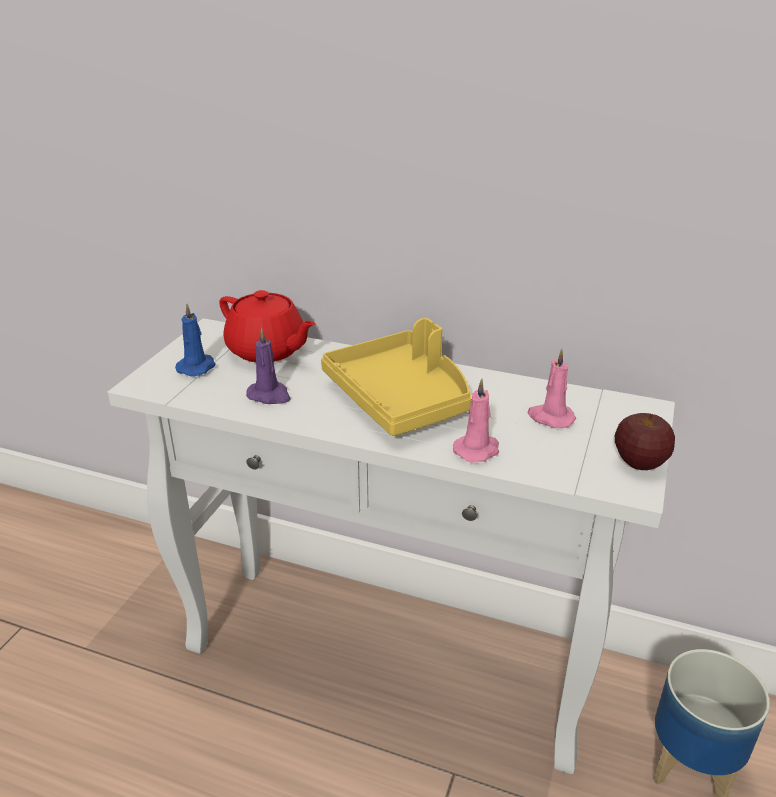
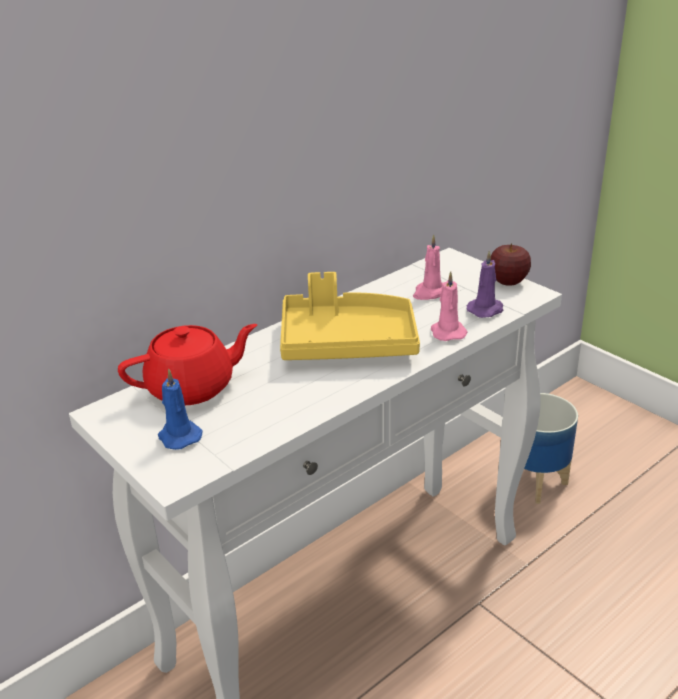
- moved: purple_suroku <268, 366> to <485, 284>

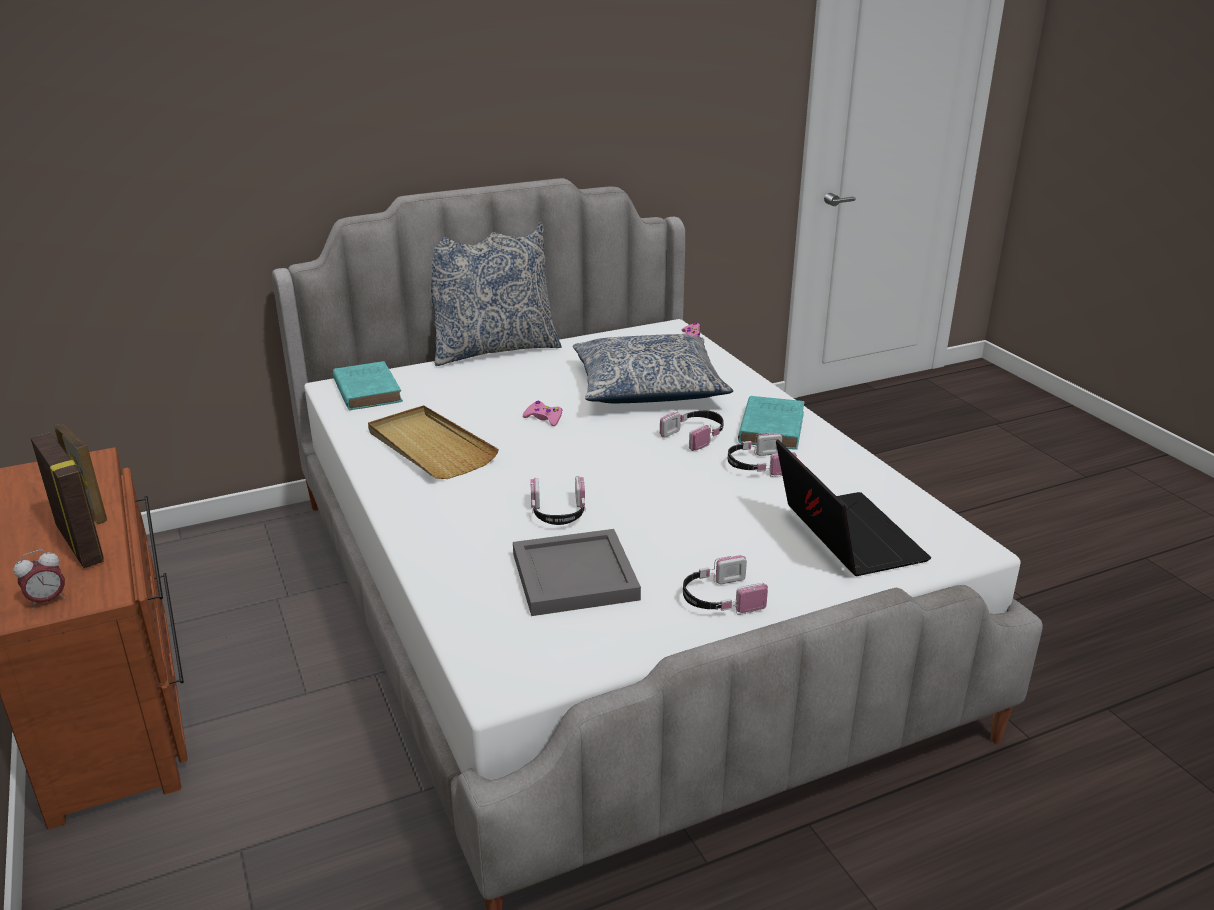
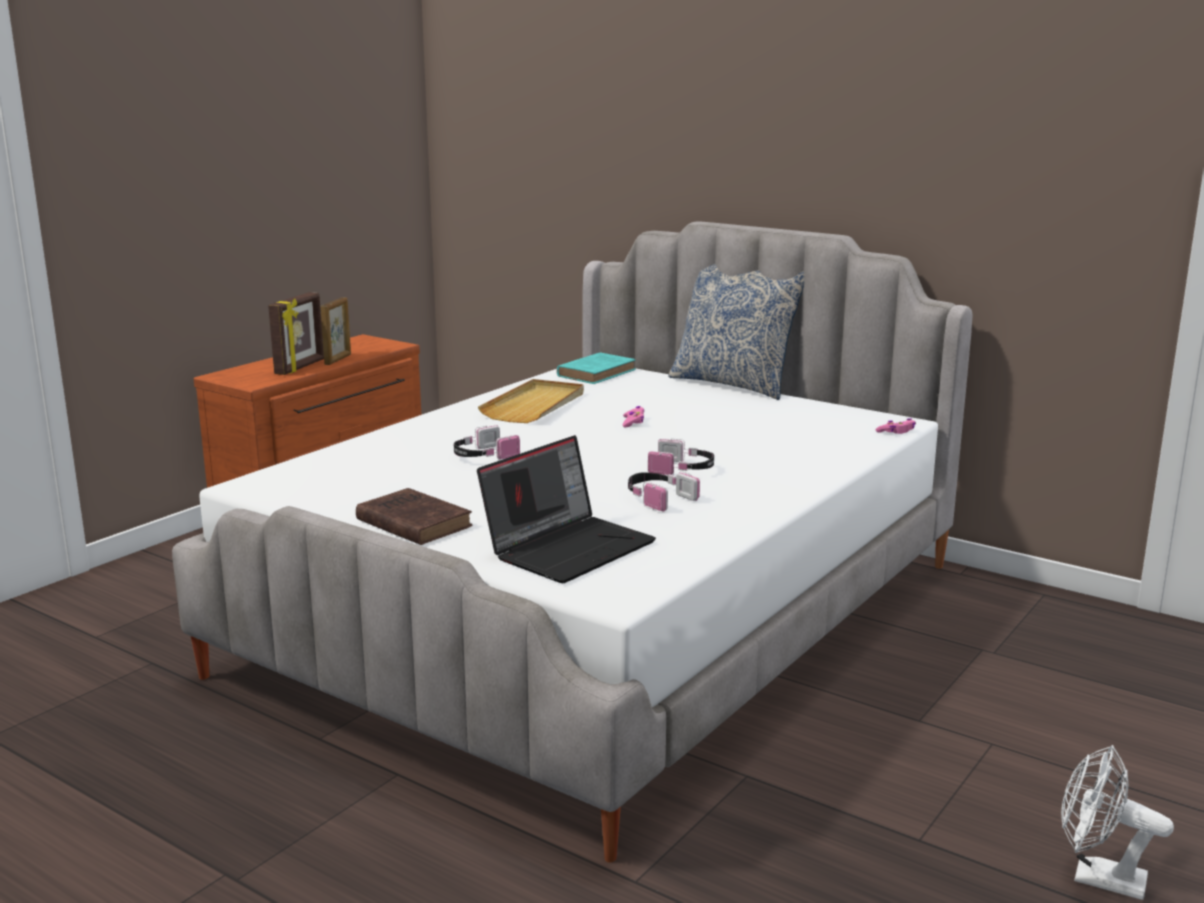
- removed: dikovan <39, 579>
- removed: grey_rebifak <577, 572>
- removed: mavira <653, 368>
- replaced: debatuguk <725, 585> to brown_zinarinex <414, 516>
- removed: turquoise_zinarinex <771, 423>
- added: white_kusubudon <1117, 822>

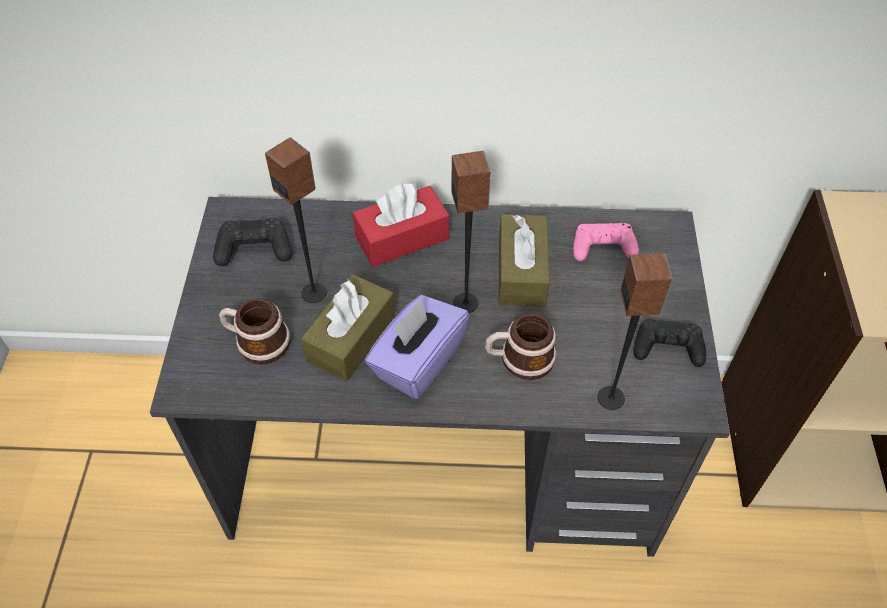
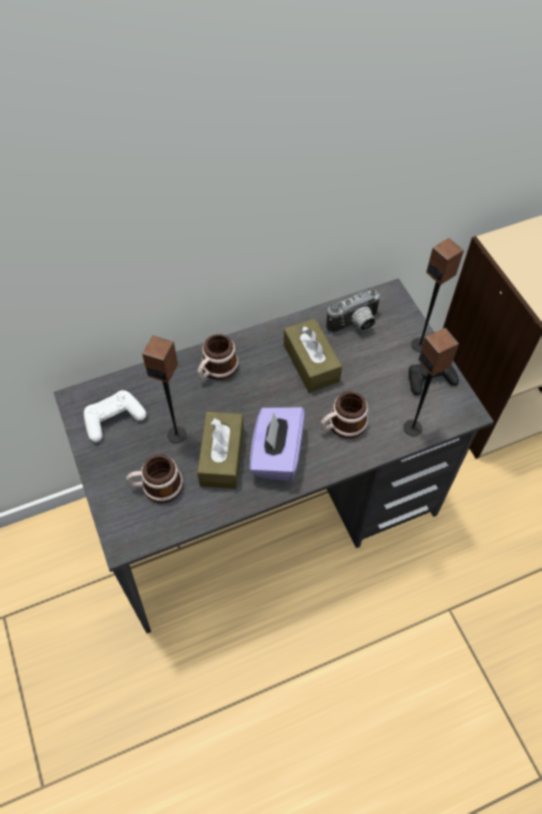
- recoloured: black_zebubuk <252, 241> to white_zebubuk <115, 416>
- replaced: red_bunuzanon <400, 225> to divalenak <218, 357>
- moved: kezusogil <471, 232> to <437, 295>
- replaced: pink_zebubuk <606, 242> to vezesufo <353, 311>

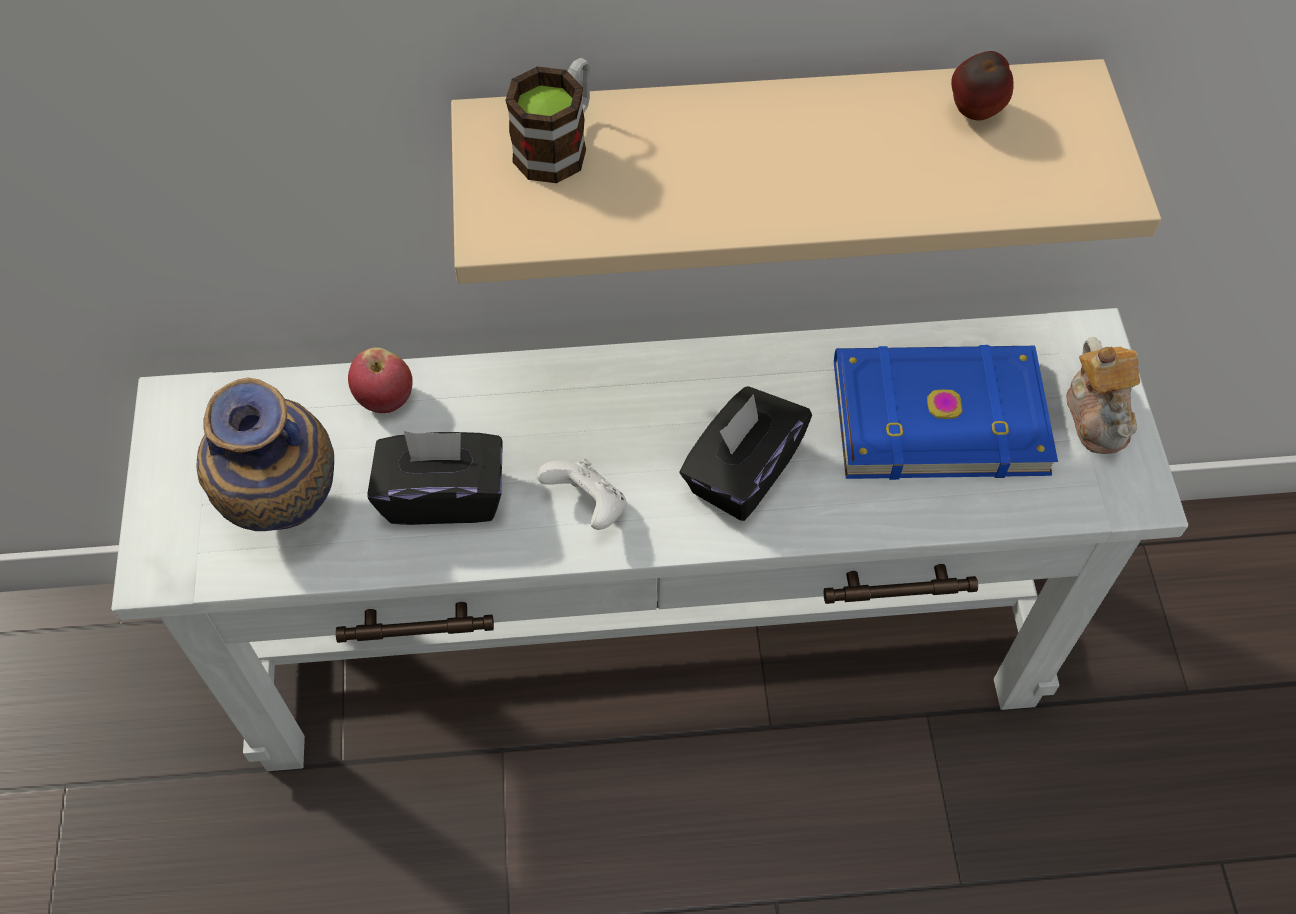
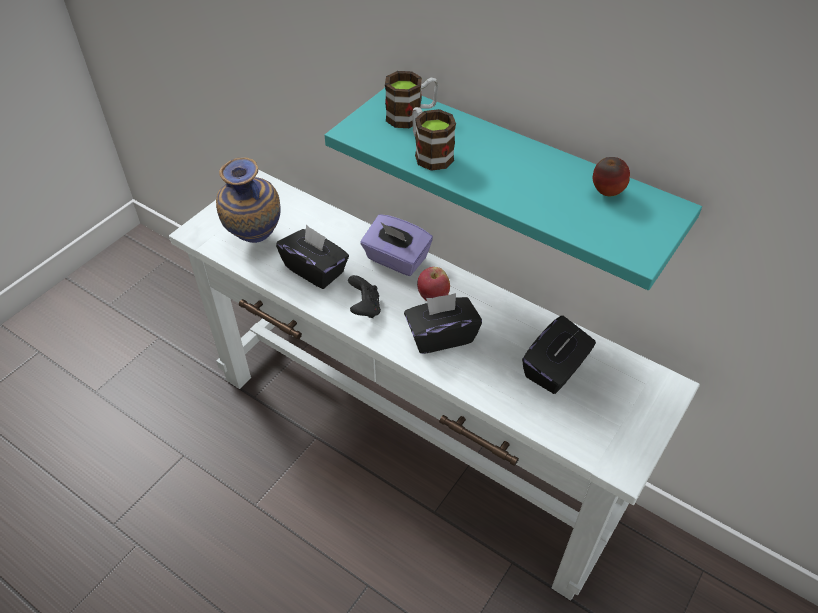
- moved: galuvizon <380, 380> to <433, 284>
- recoloured: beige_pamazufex <806, 171> to turquoise_pamazufex <513, 189>
- recoloured: white_zebubuk <582, 494> to black_zebubuk <364, 296>
- replaced: blue_zinarinex <946, 412> to black_bunuzanon <559, 355>
- removed: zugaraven <1103, 395>
- added: purple_bunuzanon <396, 245>
- added: divalenak <434, 139>

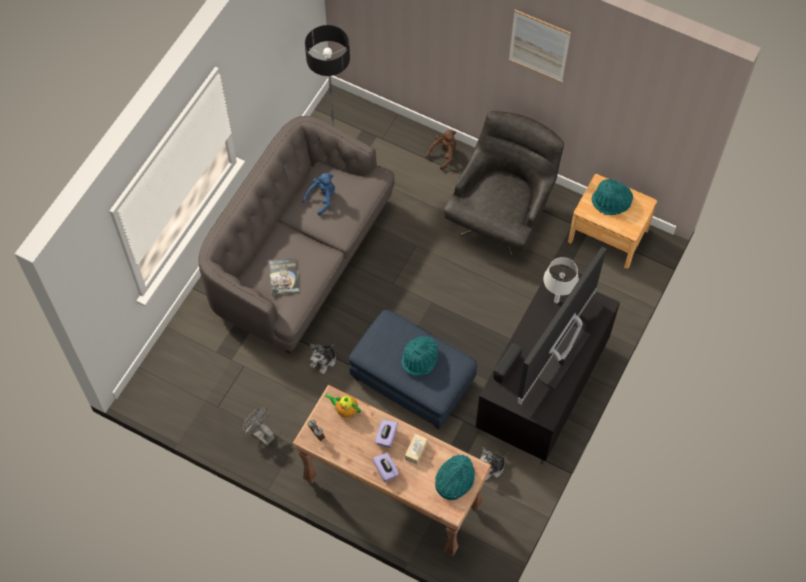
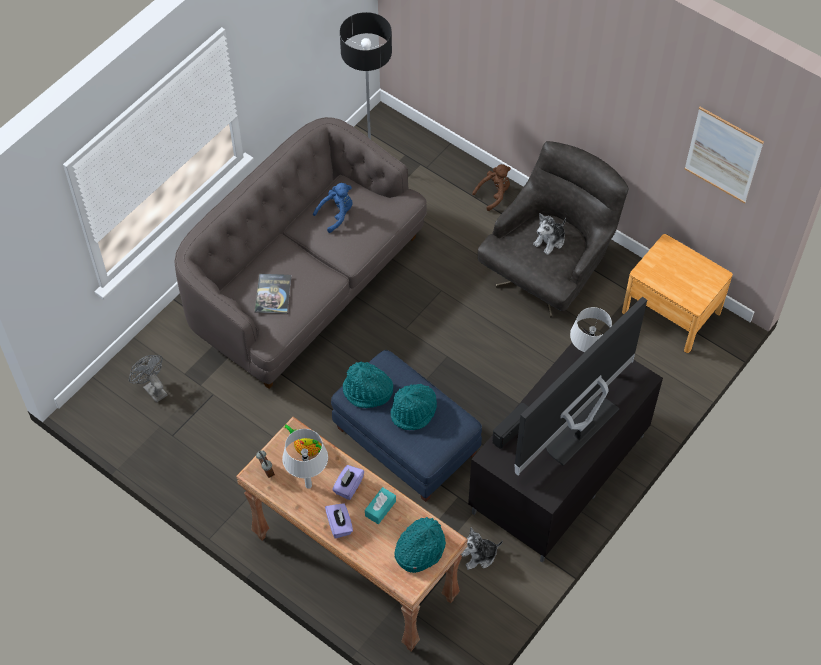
- moved: grey_kusubudon <259, 426> to <148, 379>
- moved: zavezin <323, 357> to <549, 234>
- recoloured: beige_bunuzanon <416, 449> to turquoise_bunuzanon <380, 505>
- moved: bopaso <540, 46> to <724, 155>
- moved: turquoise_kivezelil <612, 197> to <368, 385>
- added: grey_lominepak <305, 459>

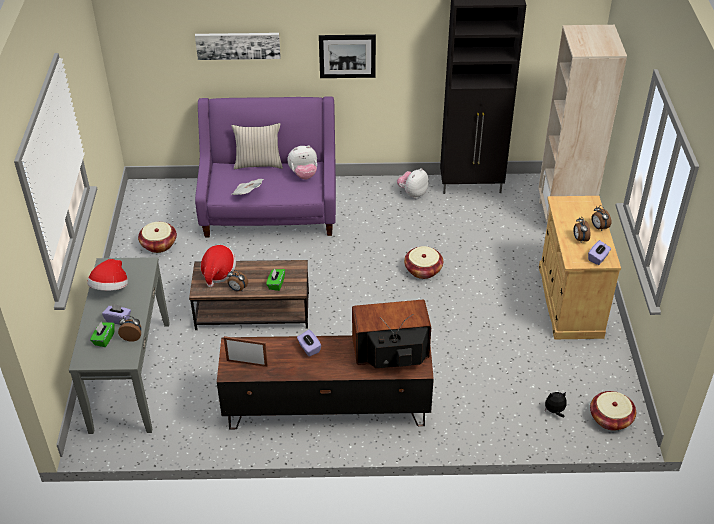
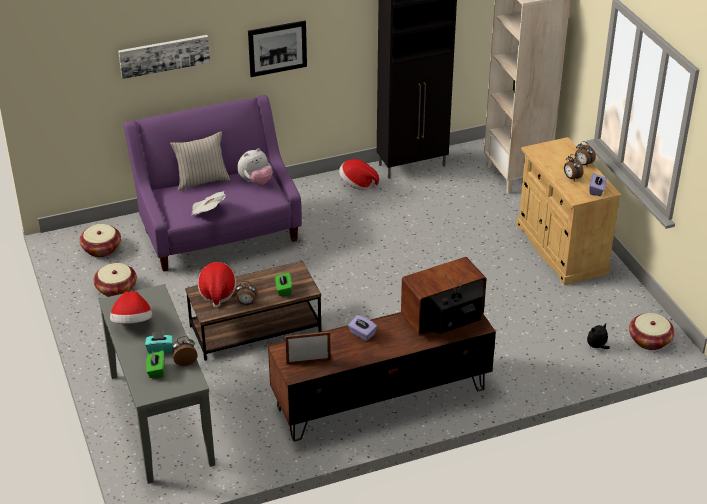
- recoloured: purple_bunuzanon <116, 314> to turquoise_bunuzanon <159, 343>
- replaced: zavezin <413, 183> to kivezelil <359, 174>
- moved: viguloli <423, 262> to <100, 240>

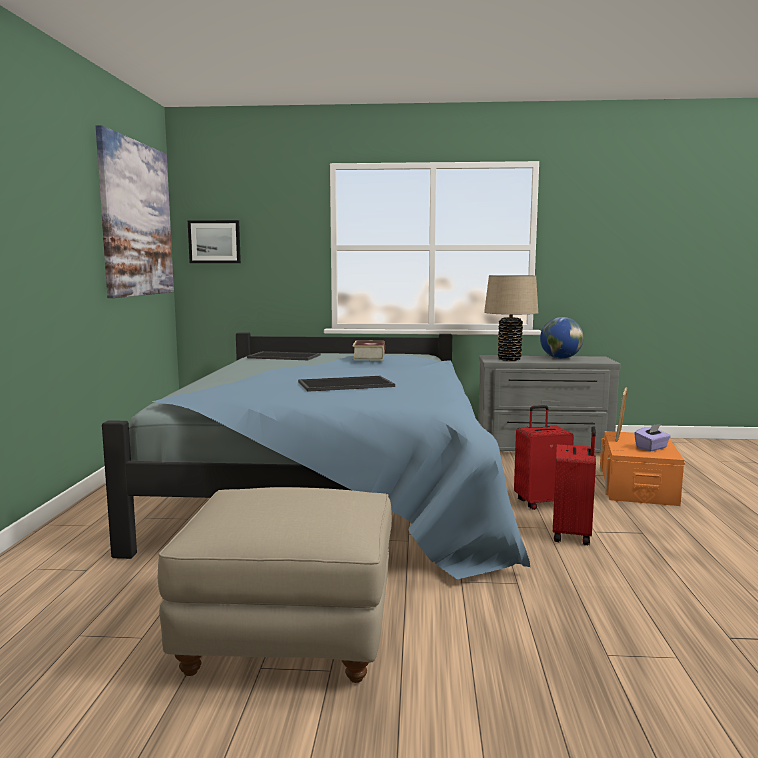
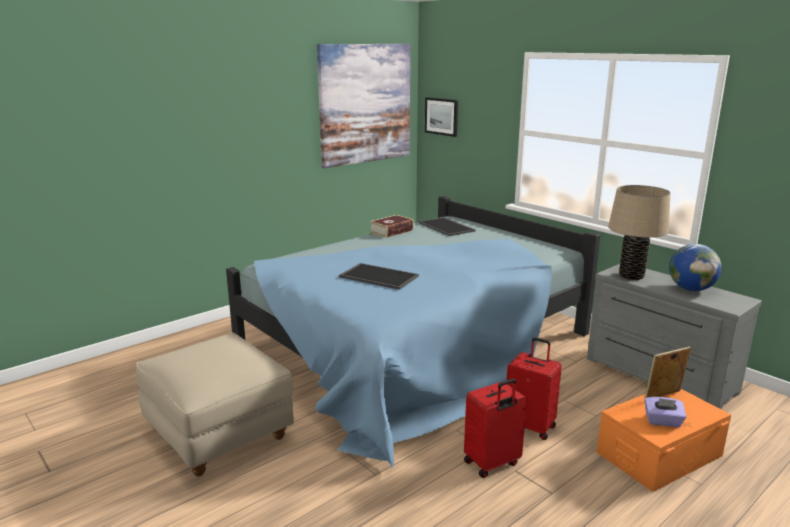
- moved: zinarinex <368, 350> to <392, 226>

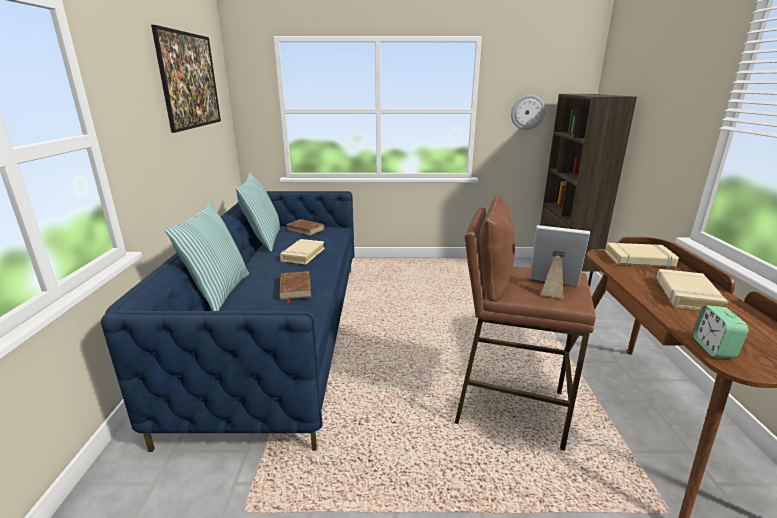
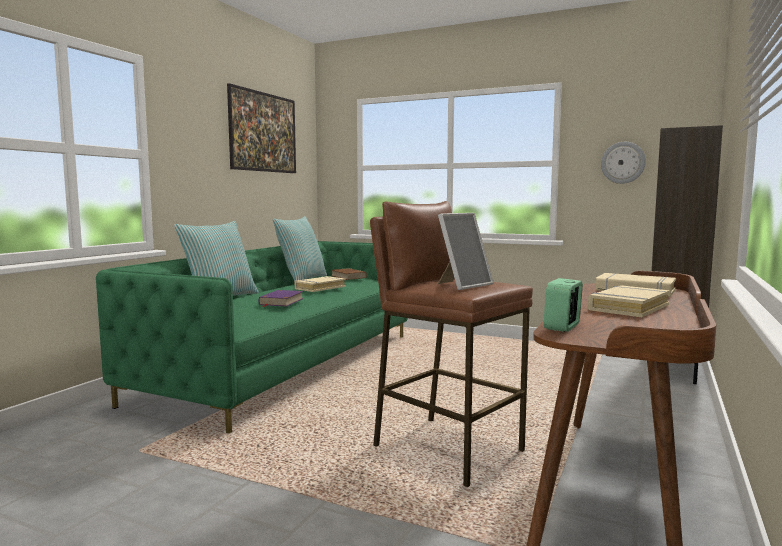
- recoloured: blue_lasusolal <228, 321> to green_lasusolal <252, 337>
- recoloured: brown_zinarinex <295, 287> to purple_zinarinex <281, 298>
- turned: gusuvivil <560, 262> = <465, 251> 90 degrees clockwise

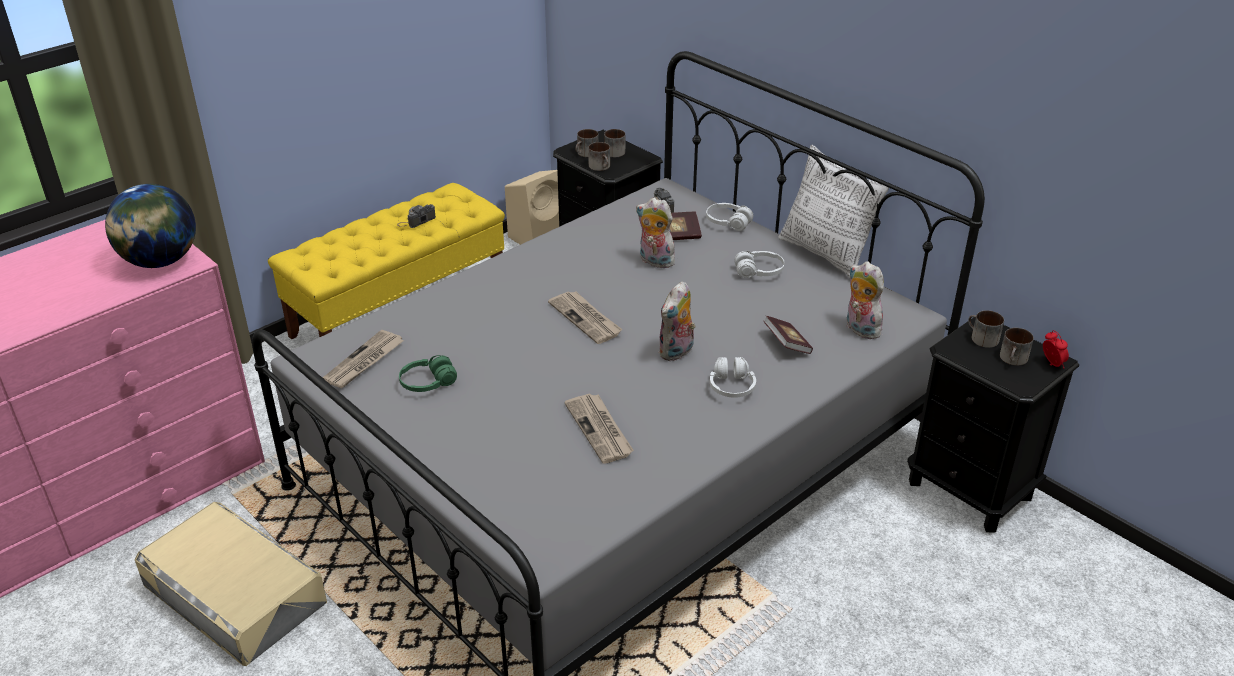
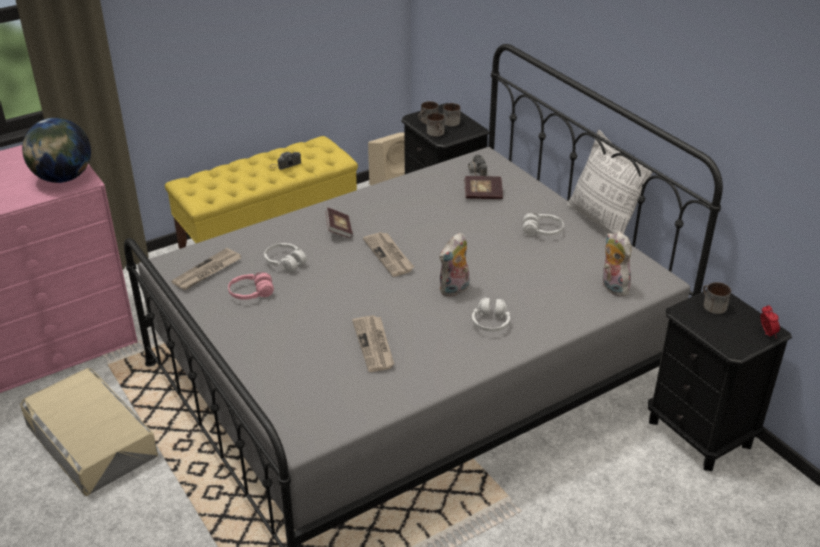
- recoloured: green_debatuguk <428, 373> to pink_debatuguk <251, 286>
- removed: zavezin <655, 233>
- moved: white_debatuguk <729, 217> to <285, 257>
- moved: zinarinex <788, 335> to <339, 222>
- removed: divalenak <1017, 347>

